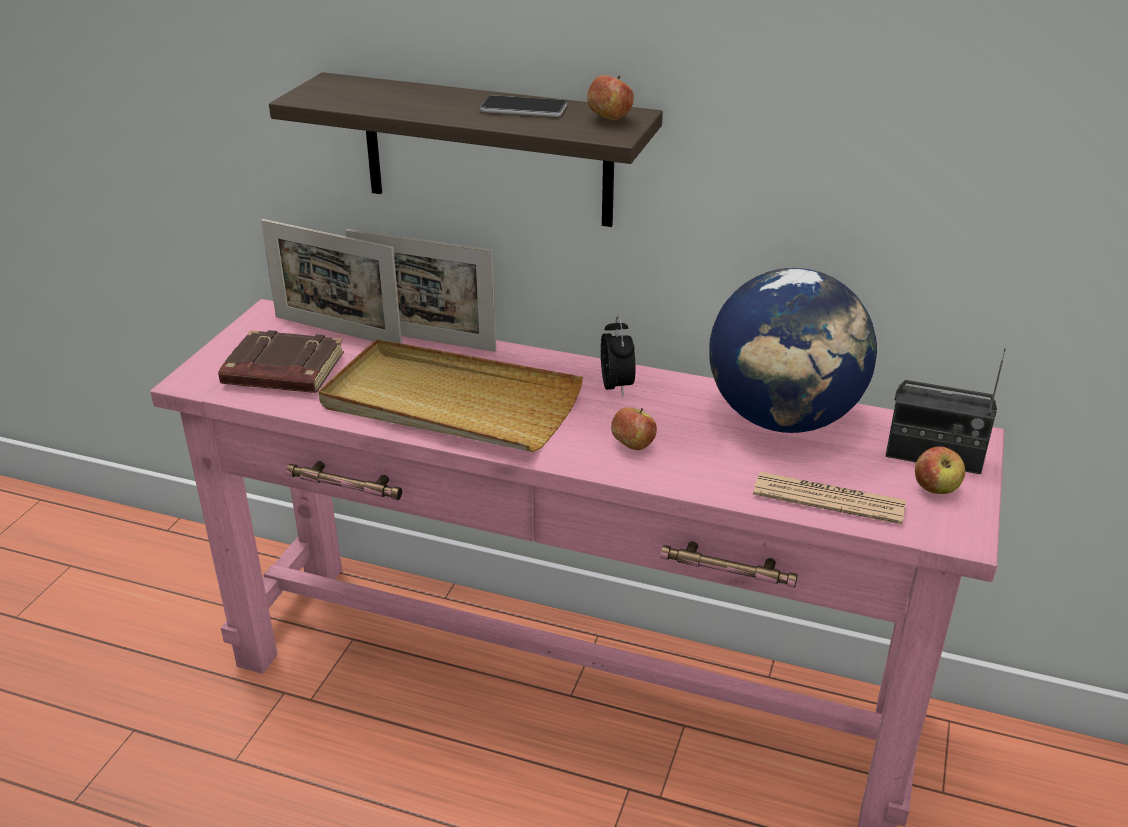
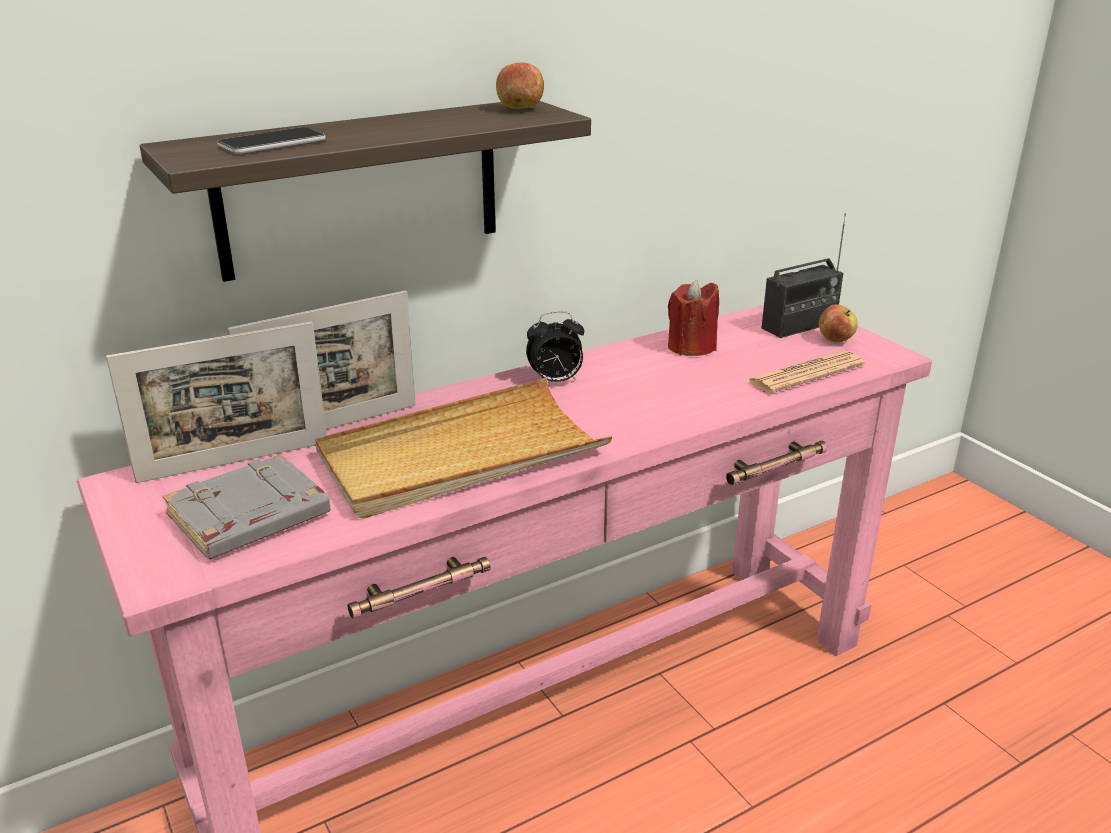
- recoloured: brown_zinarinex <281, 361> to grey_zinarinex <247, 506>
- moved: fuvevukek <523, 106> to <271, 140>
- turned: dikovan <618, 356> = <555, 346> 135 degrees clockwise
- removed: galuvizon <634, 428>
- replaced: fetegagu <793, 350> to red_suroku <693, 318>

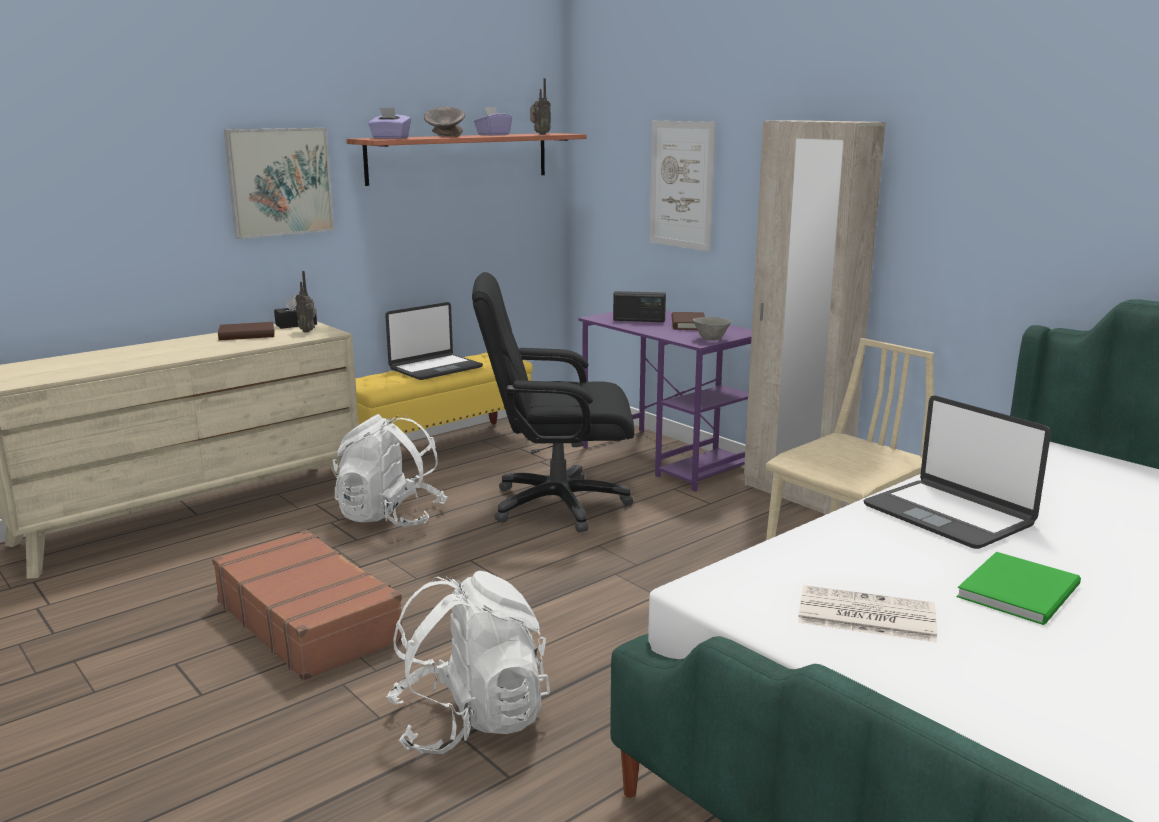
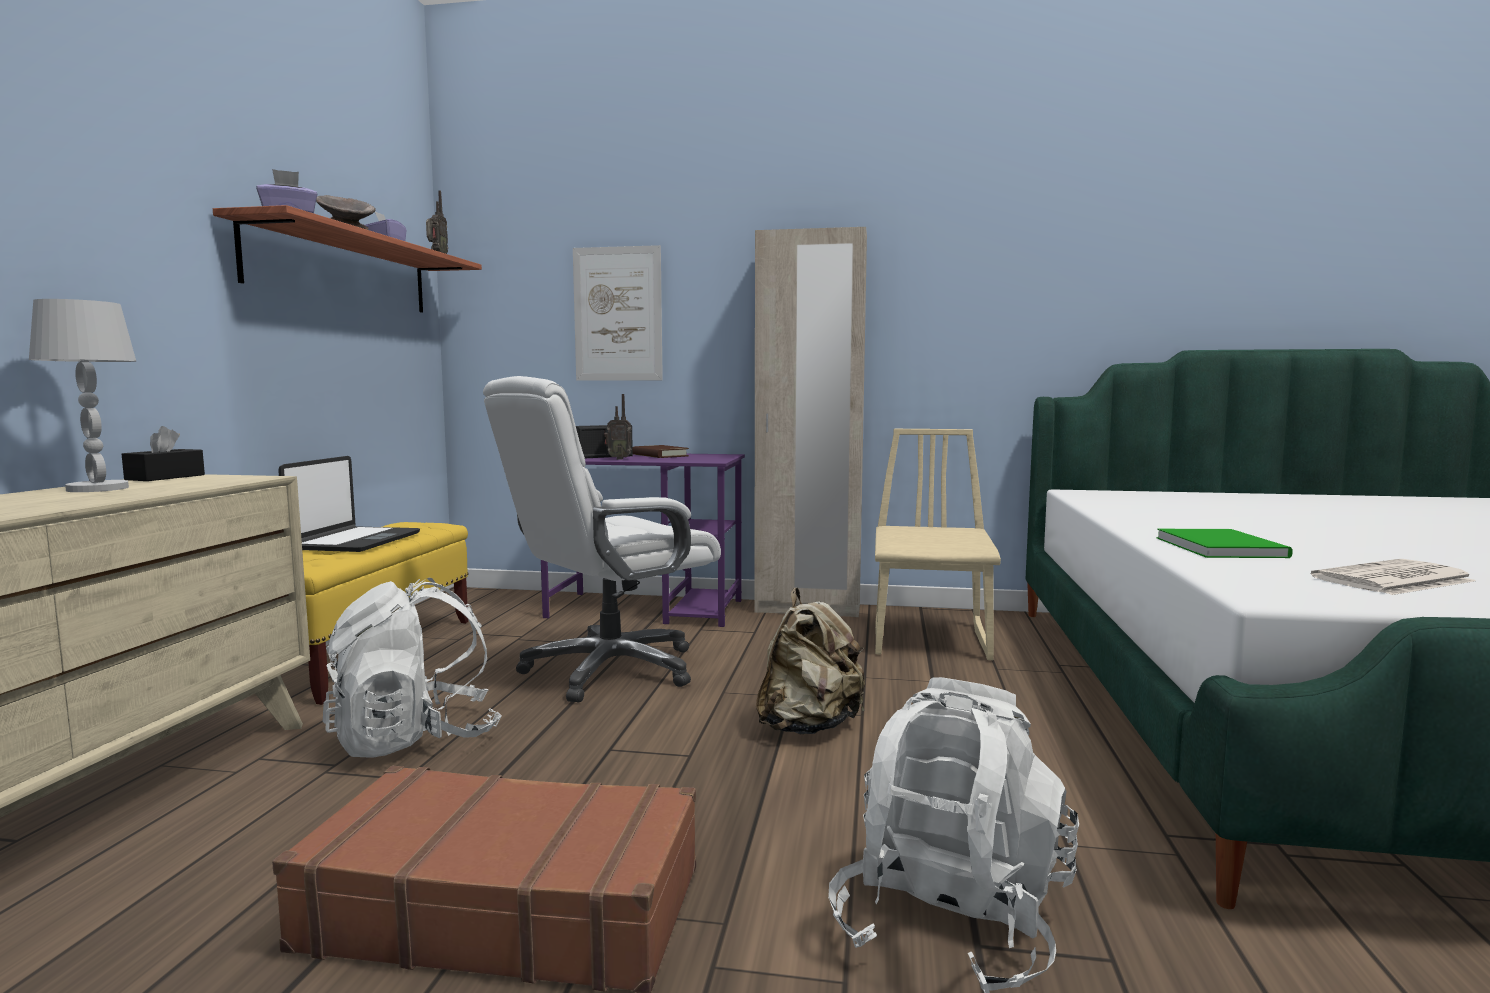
- replaced: brown_zinarinex <246, 331> to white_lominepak <82, 395>
- removed: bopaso <279, 183>
- moved: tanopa <306, 302> to <618, 427>
- recoloured: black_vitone <553, 402> to white_vitone <602, 539>
- removed: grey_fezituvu <712, 329>
- removed: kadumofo <957, 472>
- moved: green_zinarinex <1019, 588> to <1225, 543>
- added: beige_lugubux <810, 661>

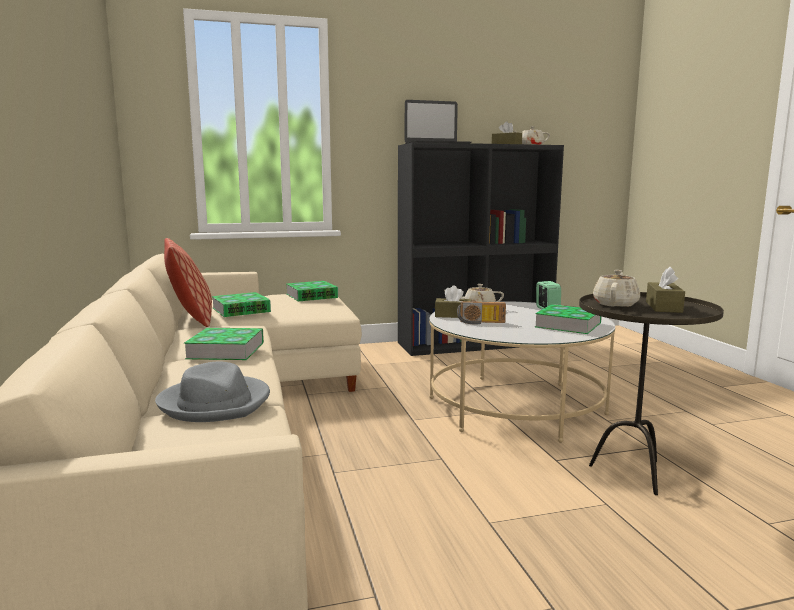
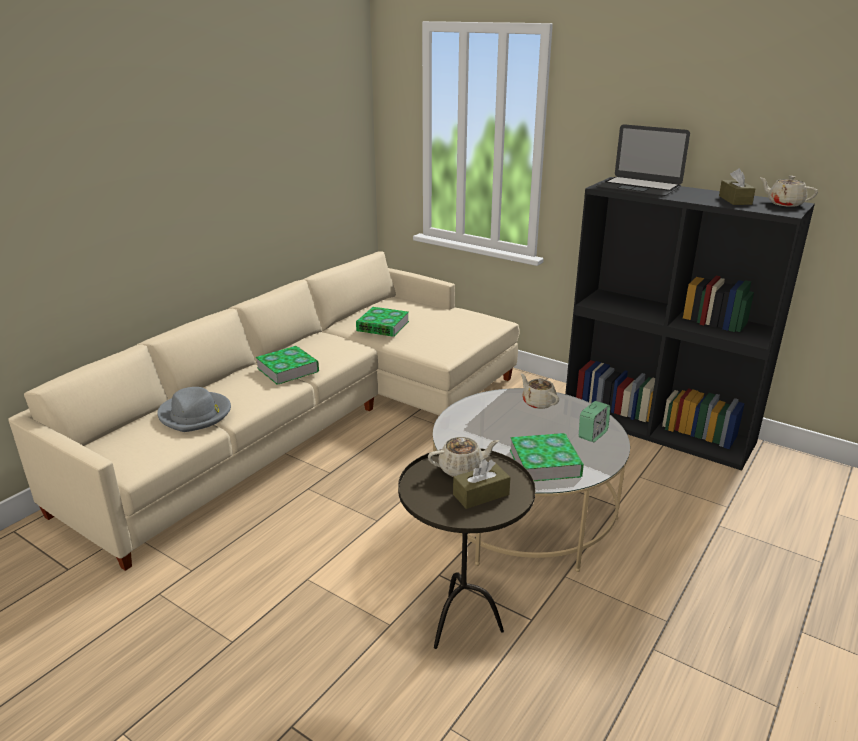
- removed: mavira <188, 282>
- removed: zinarinex <312, 291>
- removed: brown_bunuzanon <453, 302>
- removed: tanopa <481, 312>

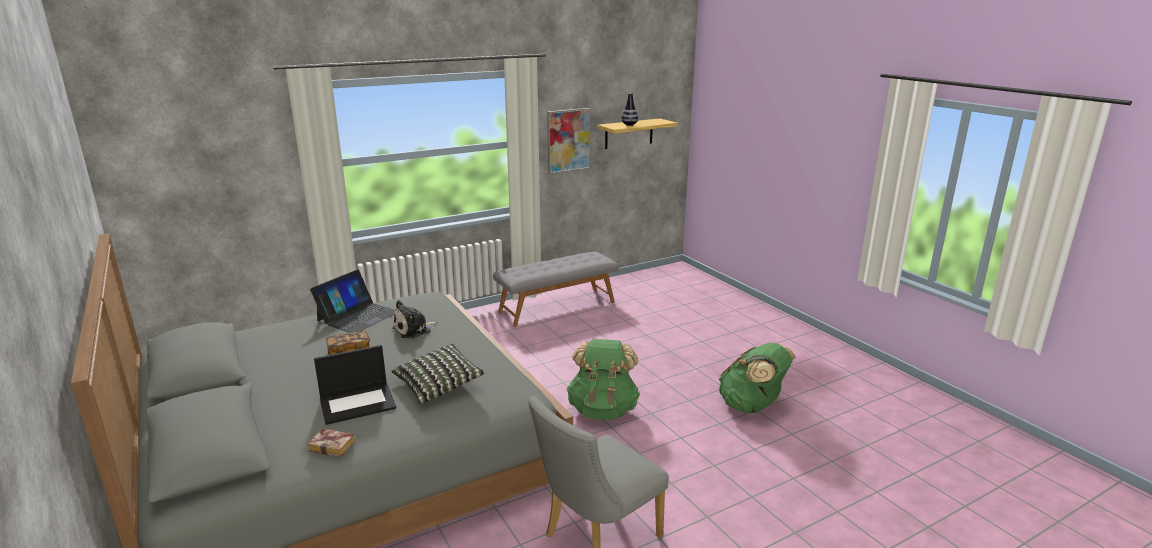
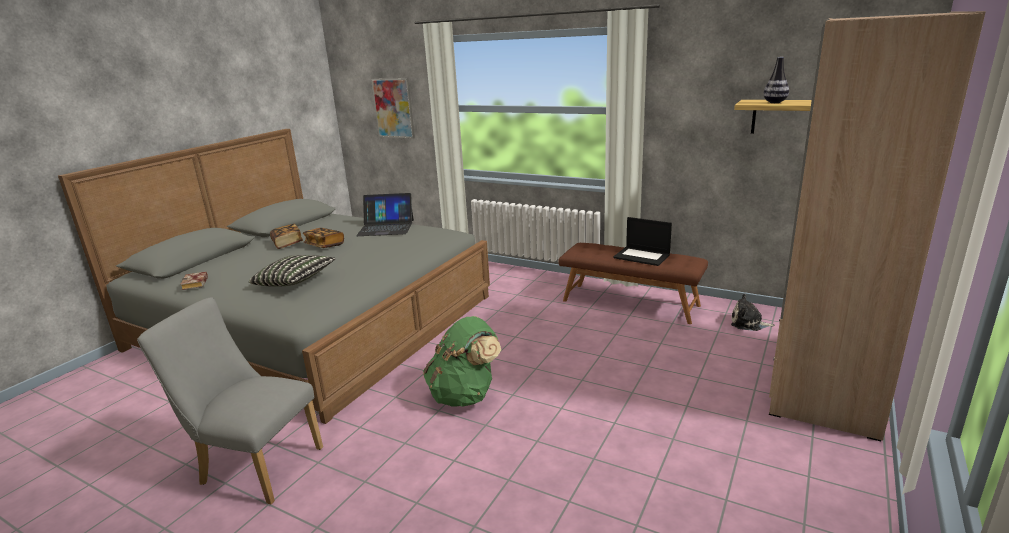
- moved: kadumofo <355, 385> to <642, 241>
- moved: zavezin <414, 319> to <753, 312>
- recoloured: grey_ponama <556, 289> to brown_ponama <633, 283>
- moved: bopaso <569, 141> to <393, 108>
- removed: green_lugubux <757, 378>
- added: zinarinex <286, 236>
- added: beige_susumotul <877, 226>

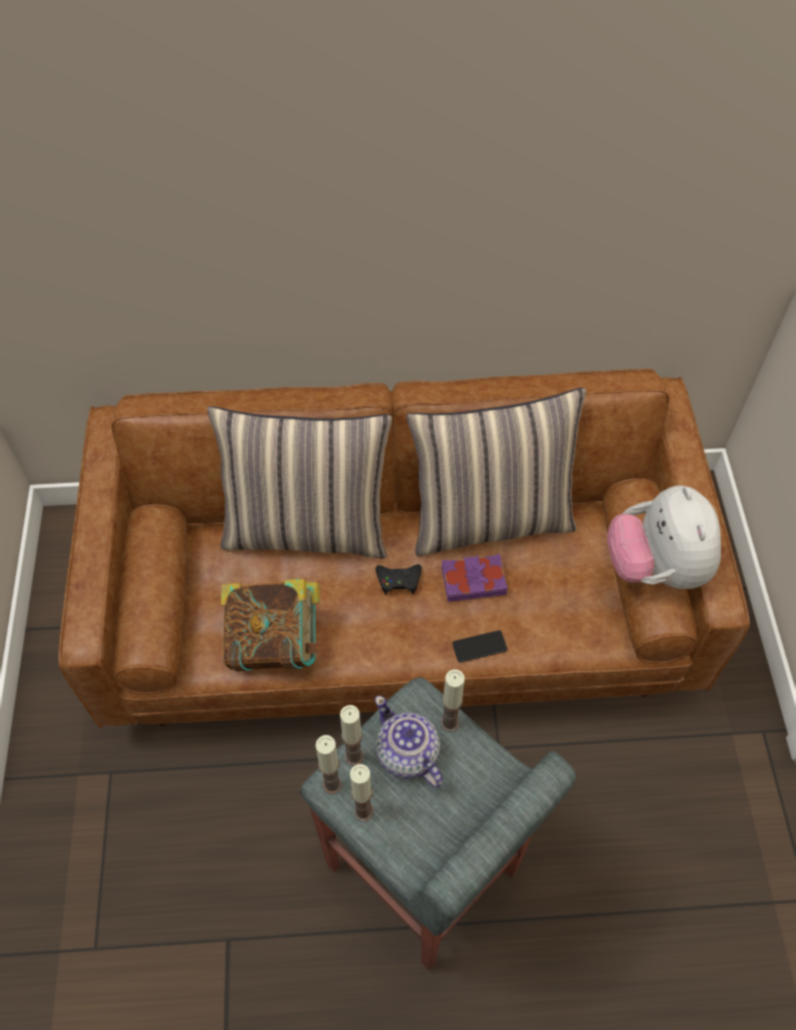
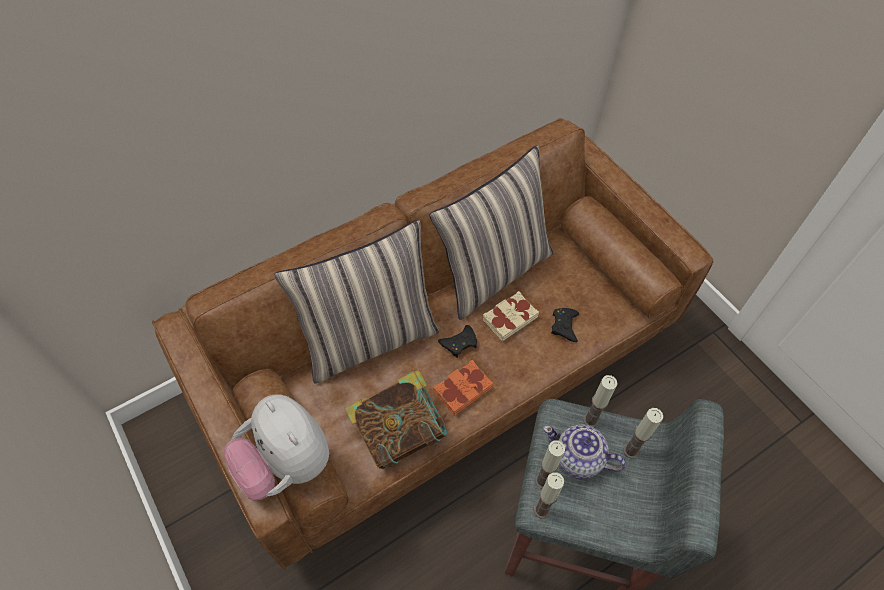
- moved: suroku <361, 793> to <643, 433>
- recoloured: purple_zinarinex <475, 578> to beige_zinarinex <511, 316>
- removed: fuvevukek <479, 646>
- moved: zavezin <664, 537> to <276, 448>
- added: orange_zinarinex <463, 388>
- added: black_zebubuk <565, 325>

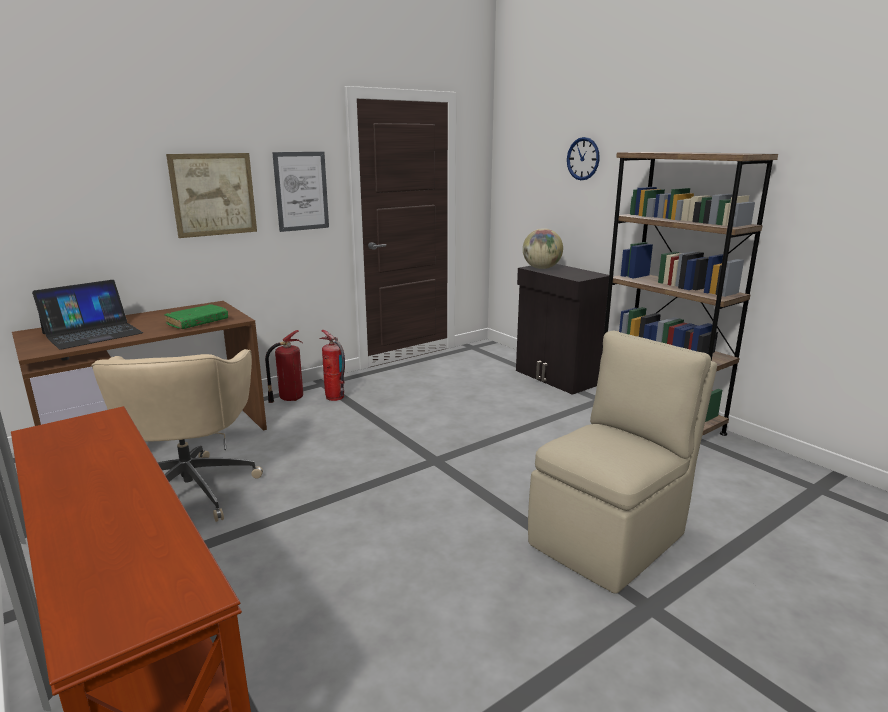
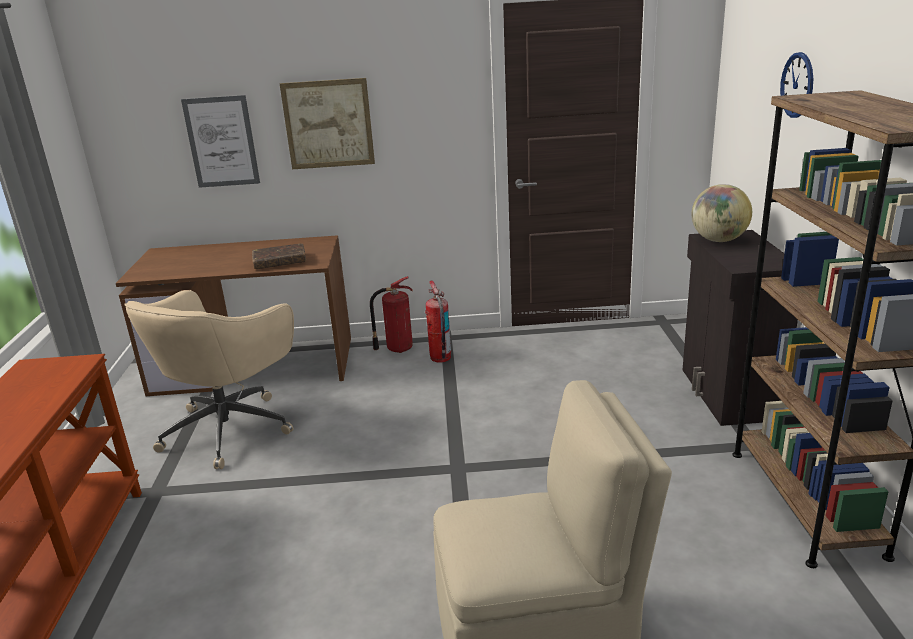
- removed: kadumofo <87, 315>
- recoloured: green_zinarinex <196, 316> to brown_zinarinex <279, 256>
- moved: bopaso <300, 192> to <220, 141>

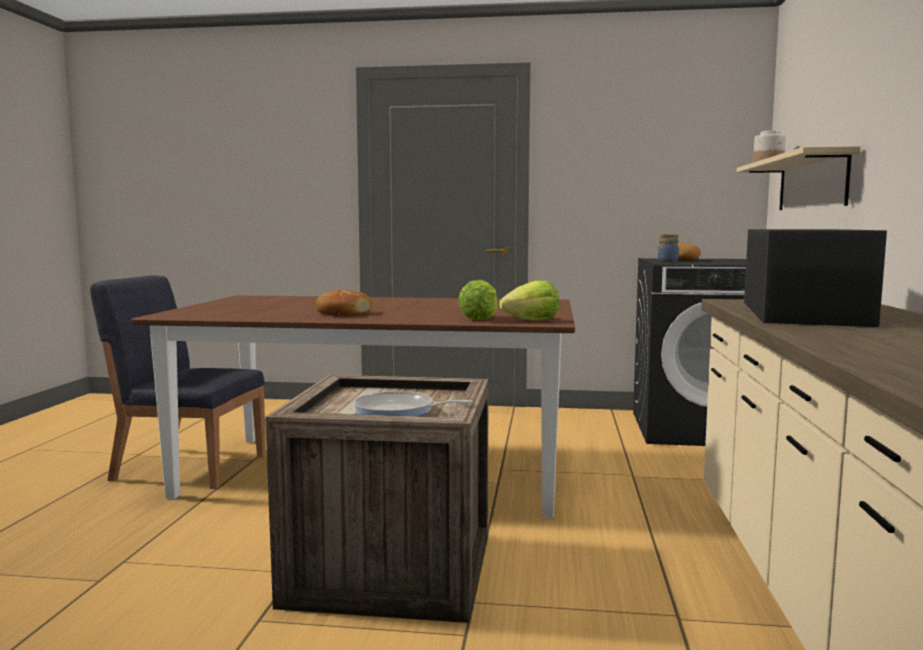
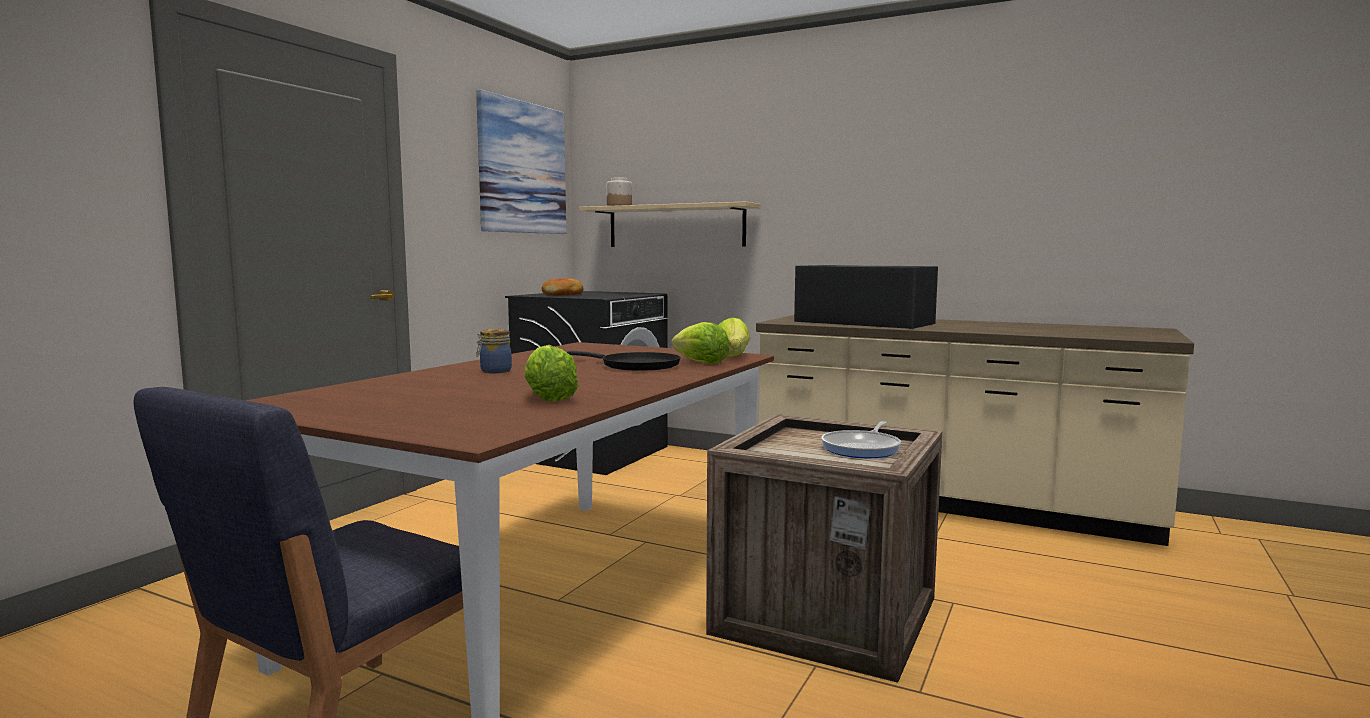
- removed: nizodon <344, 302>
- moved: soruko <668, 248> to <494, 351>
- added: bopaso <521, 162>
- added: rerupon <551, 373>
- added: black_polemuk <624, 361>

